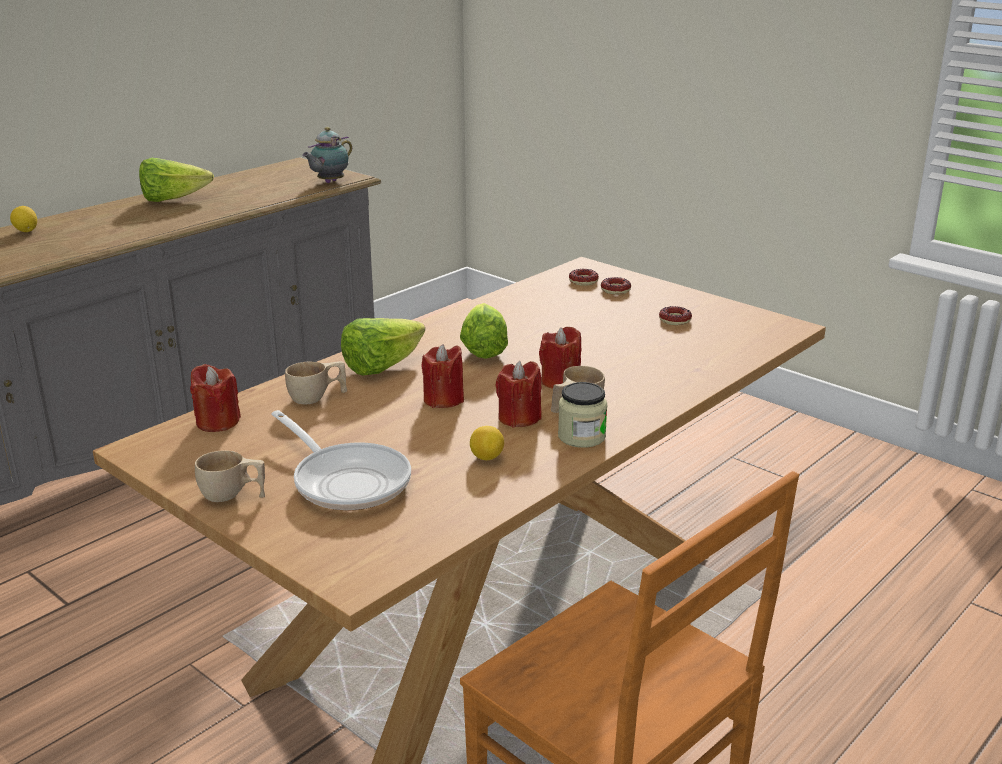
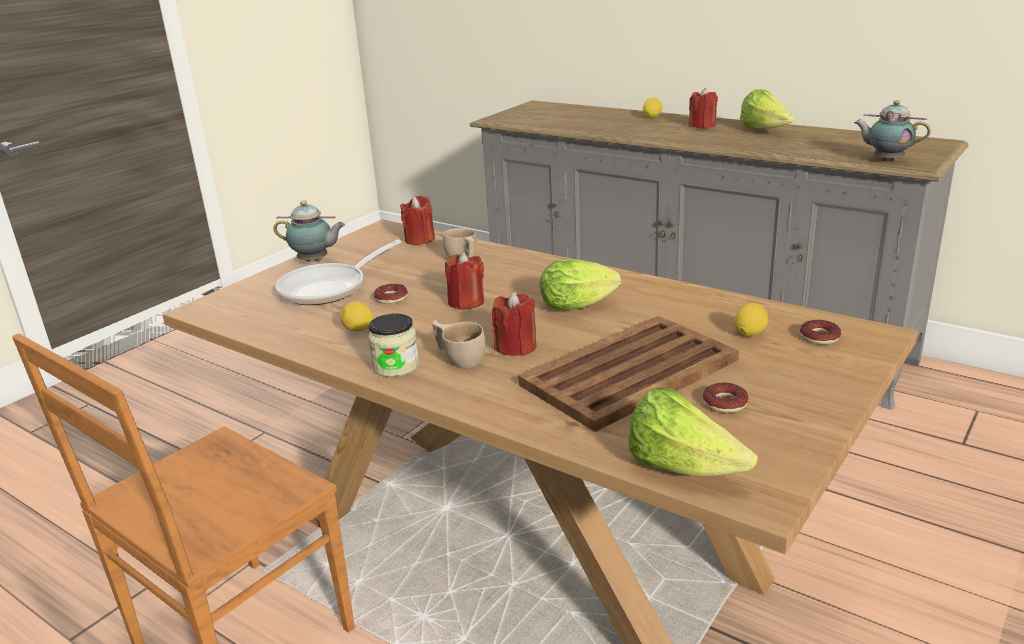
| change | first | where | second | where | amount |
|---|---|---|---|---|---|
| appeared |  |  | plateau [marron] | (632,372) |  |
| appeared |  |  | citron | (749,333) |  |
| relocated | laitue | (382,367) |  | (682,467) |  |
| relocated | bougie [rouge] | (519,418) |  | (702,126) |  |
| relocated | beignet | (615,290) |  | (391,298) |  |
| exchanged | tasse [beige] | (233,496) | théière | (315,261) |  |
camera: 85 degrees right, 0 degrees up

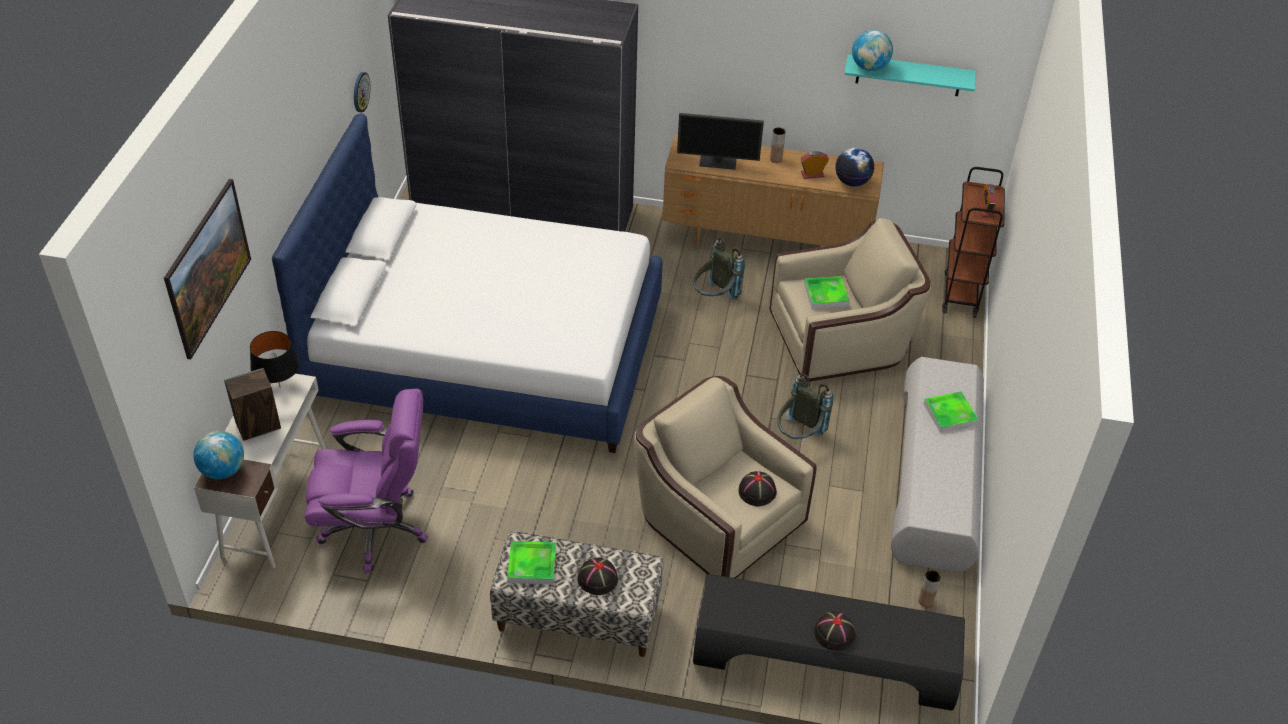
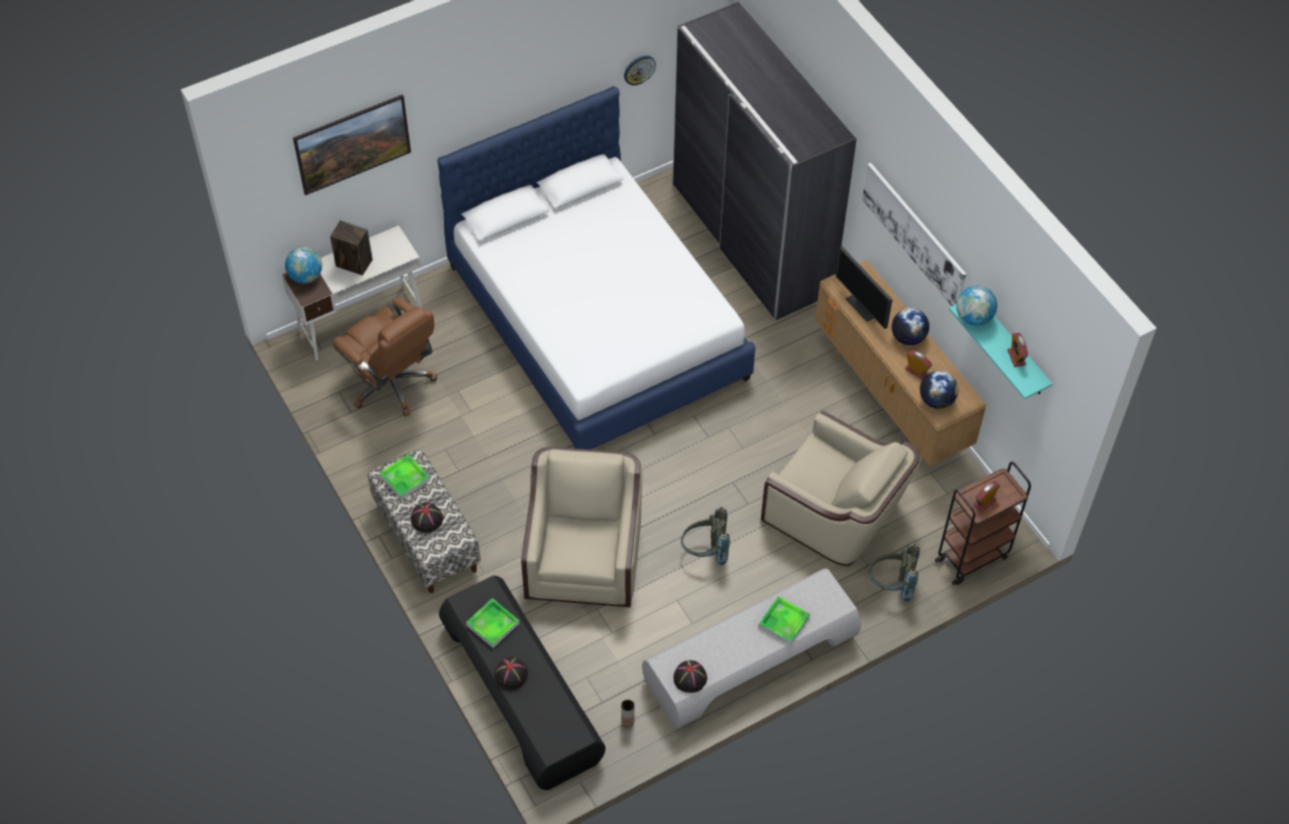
| change | first | where | second | where | amount |
|---|---|---|---|---|---|
| missing | lampe de table [noir] | (280,387) |  |  |  |
| appeared |  |  | tableau | (914,234) |  |
| appeared |  |  | réveil | (1016,357) |  |
| relocated | sac à dos [gris] | (714,298) |  | (891,585) |  |
| relocated | chapeau [noir] | (757,491) |  | (690,678) |  |
| relocated | plateau | (826,295) |  | (492,624) |  |
| exchanged | vase [marron] | (776,159) | globe | (908,337) |  |
| colour | chaise de bureau [violet] | (375,528) | chaise de bureau [marron] | (392,383) |  |
camera: 50 degrees right, 10 degrees up

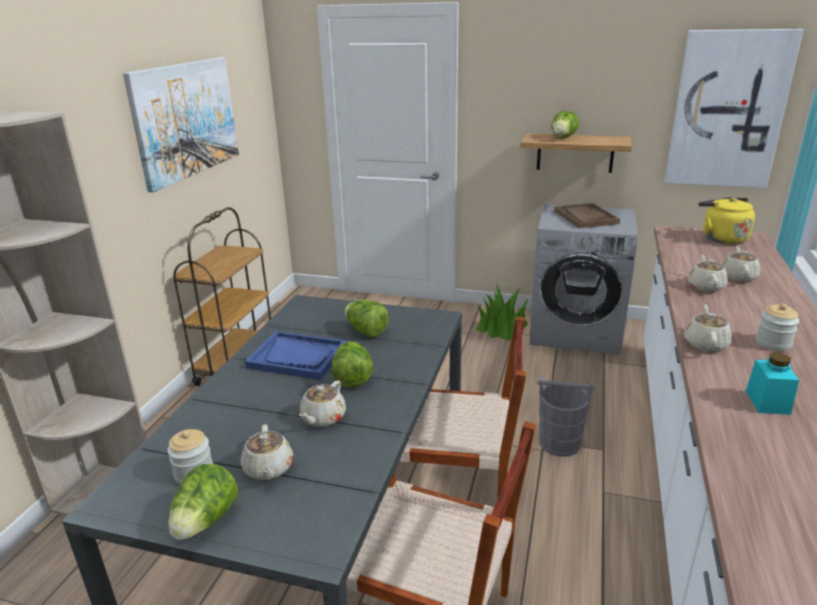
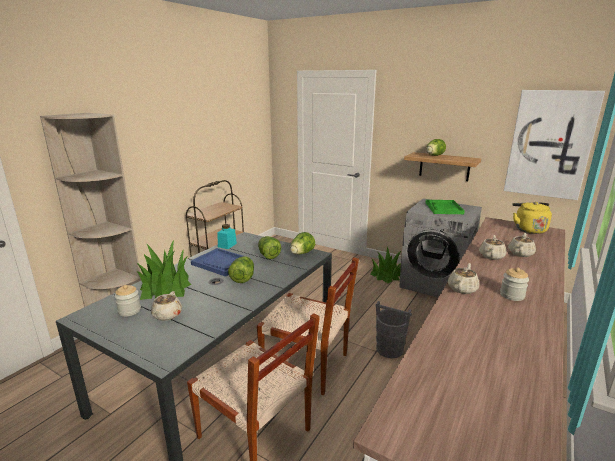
| change | first | where | second | where | amount |
|---|---|---|---|---|---|
| missing | tableau | (186,119) |  |  |  |
| missing | théière [beige] | (322,418) |  |  |  |
| appeared |  |  | plante en pot | (165,287) |  |
| relocated | laitue | (206,521) |  | (301,253) |  |
| relocated | bocal [turquoise] | (767,402) |  | (227,245) |  |
| colour | plateau [marron] | (585,217) | plateau [vert] | (443,208) |  |
camera: 15 degrees right, 5 degrees down

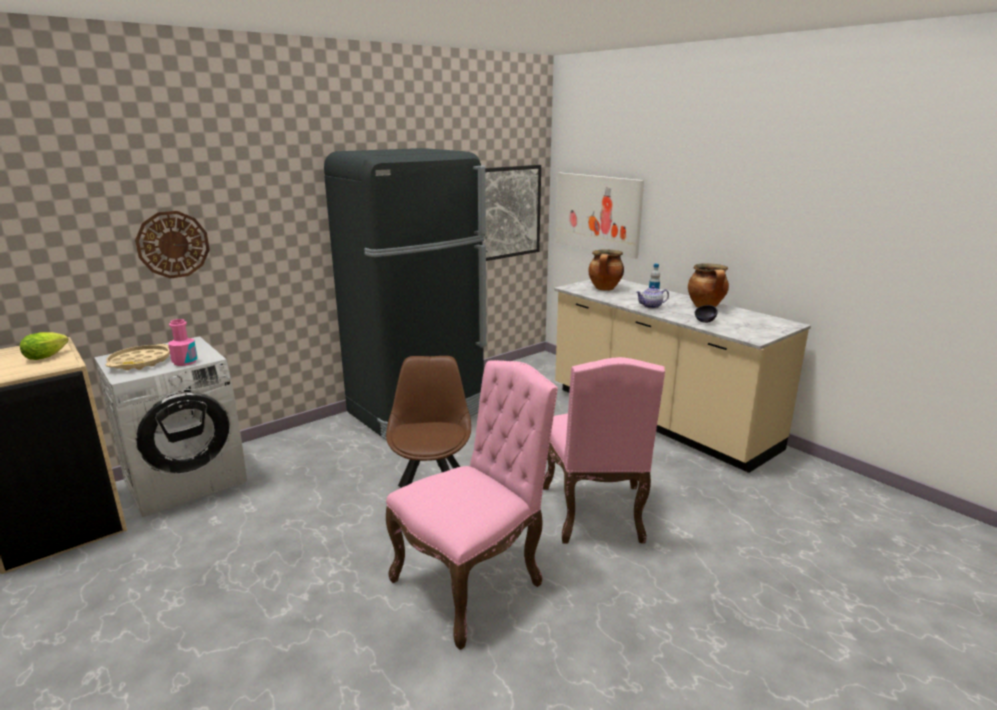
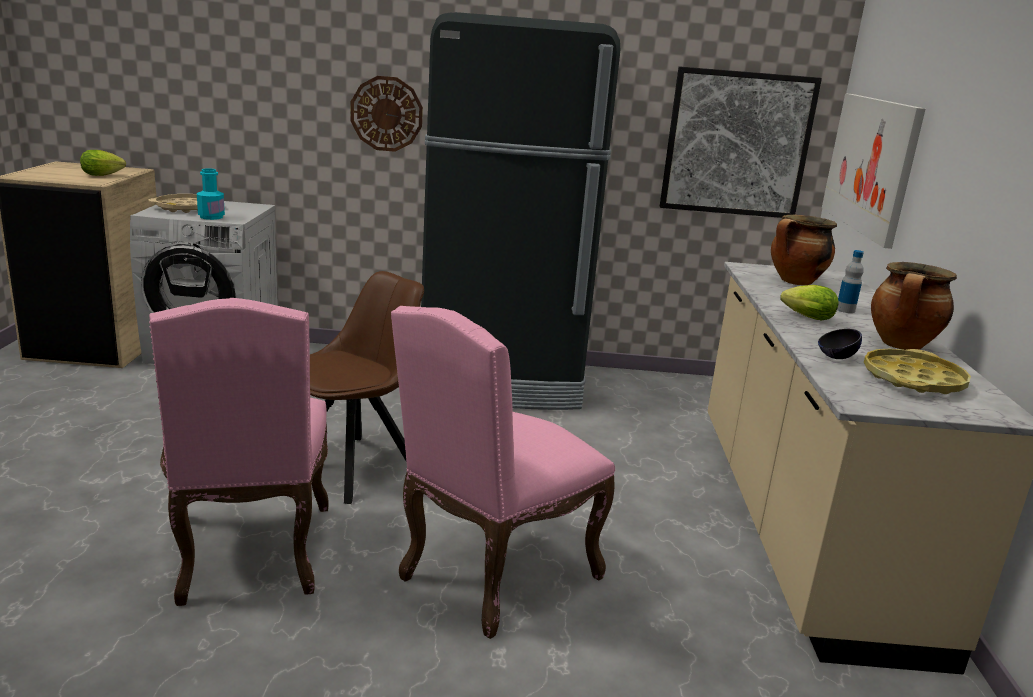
| change | first | where | second | where | amount |
|---|---|---|---|---|---|
| appeared |  |  | plateau [jaune] | (913,380) |  |
| relocated | horloge murale | (173,244) |  | (386,114) |  |
| exchanged | théière | (651,306) | laitue | (805,317) |  |
| colour | bouteille [rose] | (185,362) | bouteille [turquoise] | (211,217) |  |
| spun | chaise [rose] | (472,584) |  | (249,555) | 75 degrees clockwise |
camera: 40 degrees right, 0 degrees up

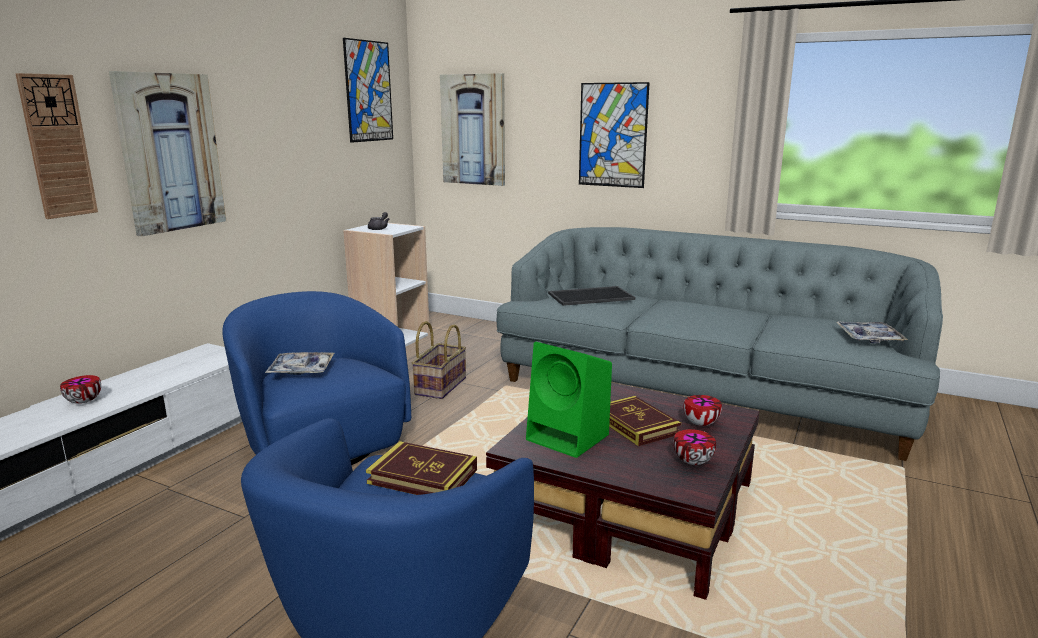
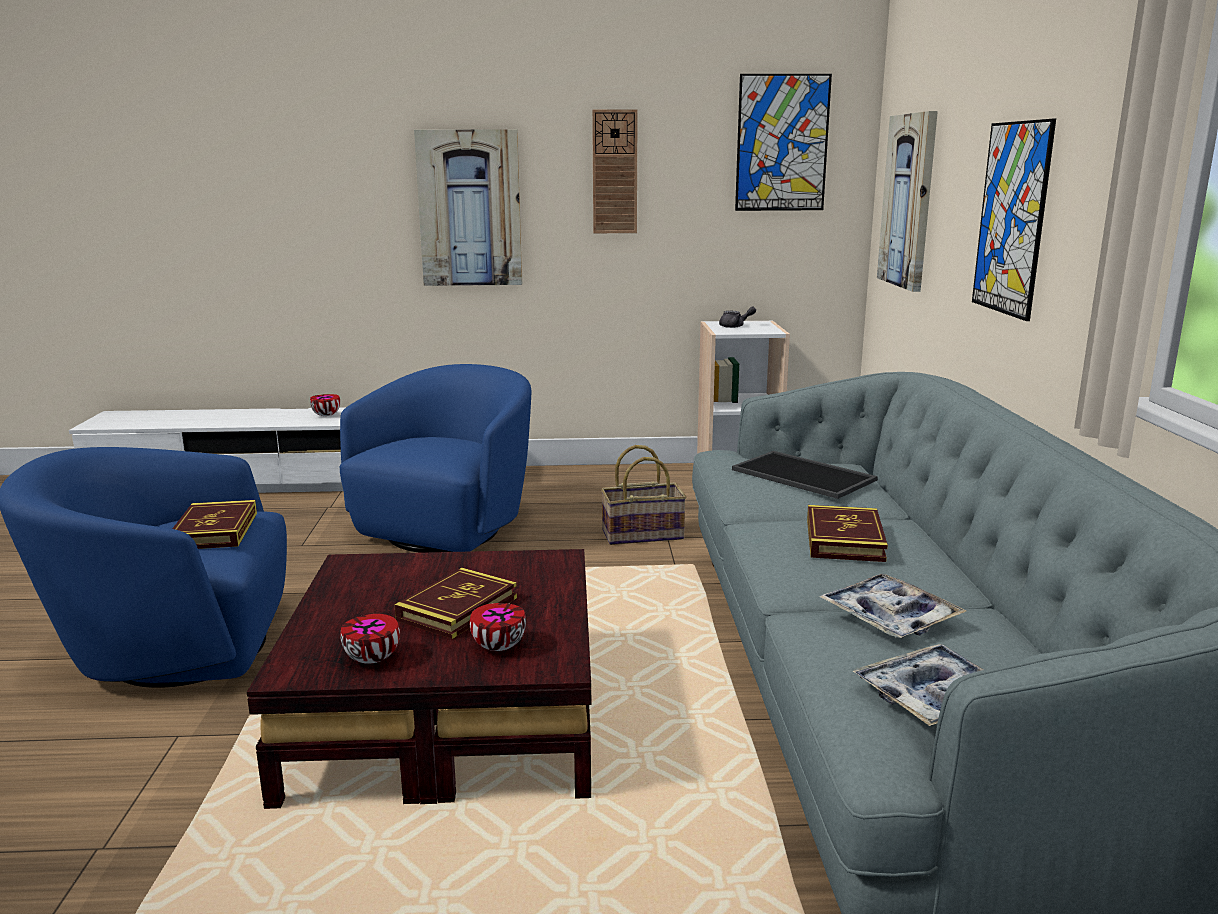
| change | first | where | second | where | amount |
|---|---|---|---|---|---|
| missing | enceinte [vert] | (570,438) |  |  |  |
| appeared |  |  | livre | (844,539) |  |
| relocated | horloge murale | (57,146) |  | (614,172) |  |
| relocated | plateau | (301,370) |  | (889,617) |  |
camera: 60 degrees right, 0 degrees up

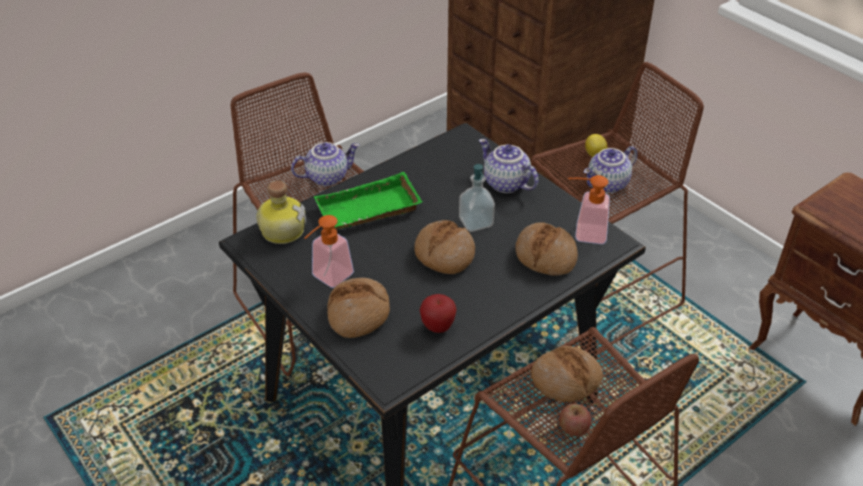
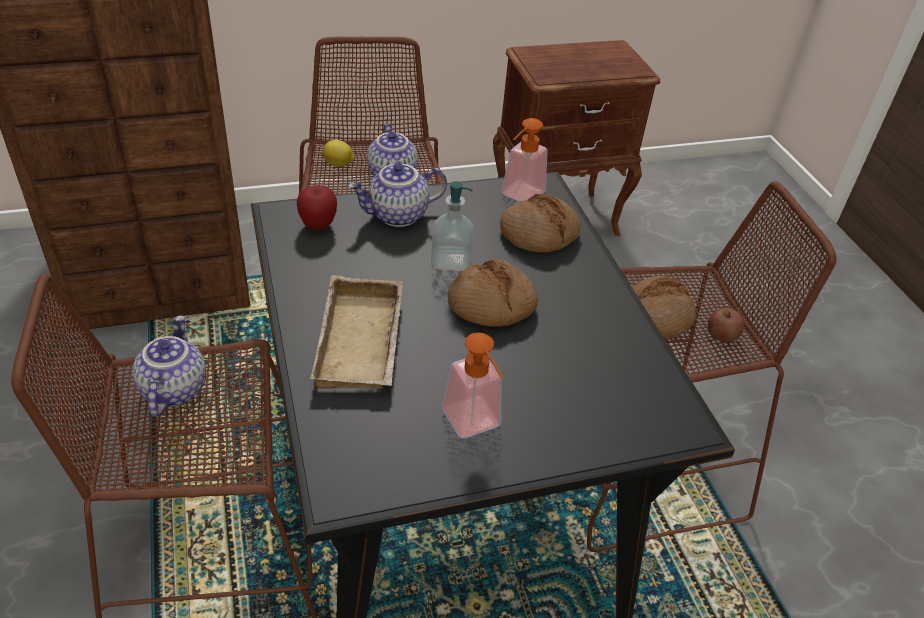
| change | first | where | second | where | amount |
|---|---|---|---|---|---|
| missing | bouteille | (282,230) |  |  |  |
| missing | pain | (358,314) |  |  |  |
| relocated | pomme | (438,327) |  | (318,225) |  |
| colour | plateau [vert] | (368,211) | plateau [beige] | (363,343) |  |
camera: 70 degrees left, 0 degrees up

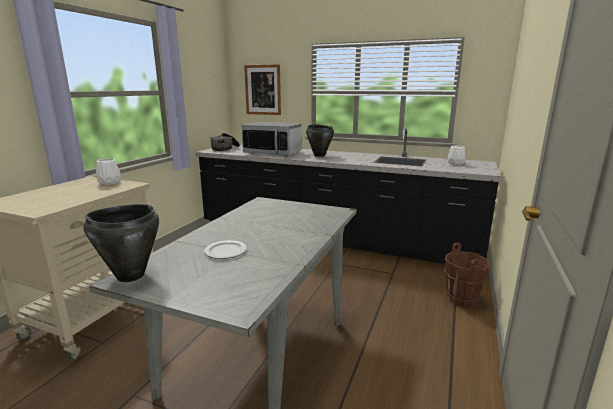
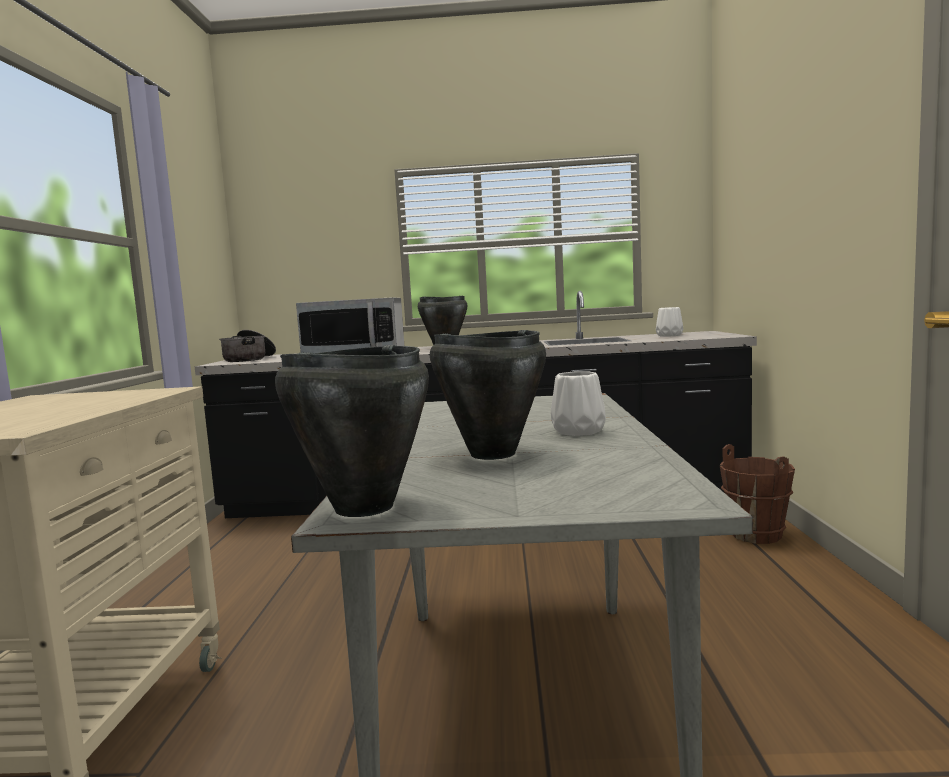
| change | first | where | second | where | amount |
|---|---|---|---|---|---|
| missing | tableau | (263,90) |  |  |  |
| relocated | vase [blanc] | (110,182) |  | (578,431) |  |
| exchanged | assiette | (225,251) | marmite [noir] | (491,454) |  |
camera: 20 degrees left, 10 degrees down

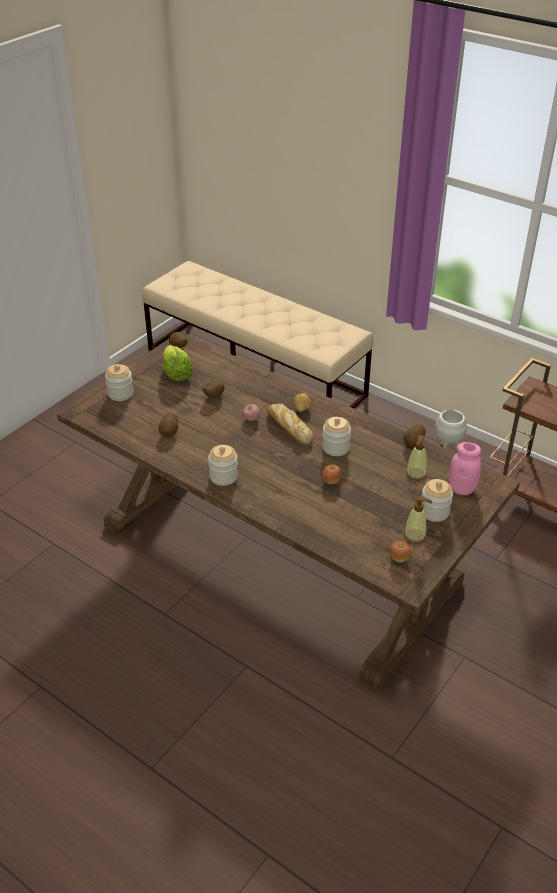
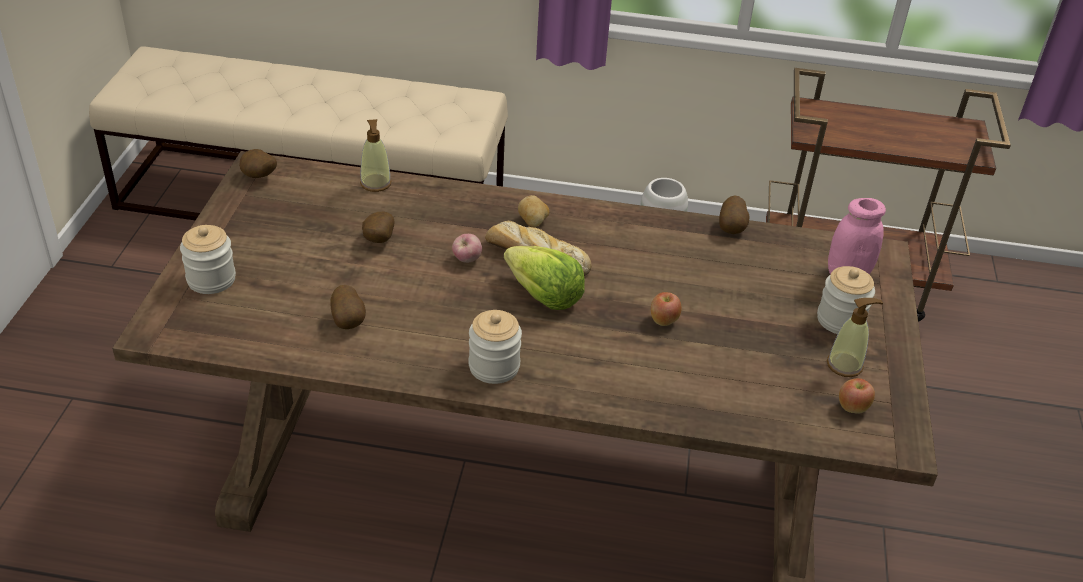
| change | first | where | second | where | amount |
|---|---|---|---|---|---|
| missing | bocal | (335,448) |  |  |  |
| relocated | laitue | (176,373) |  | (543,296) |  |
| relocated | distributeur de savon | (416,474) |  | (375,183) |  |
camera: 30 degrees left, 0 degrees up

